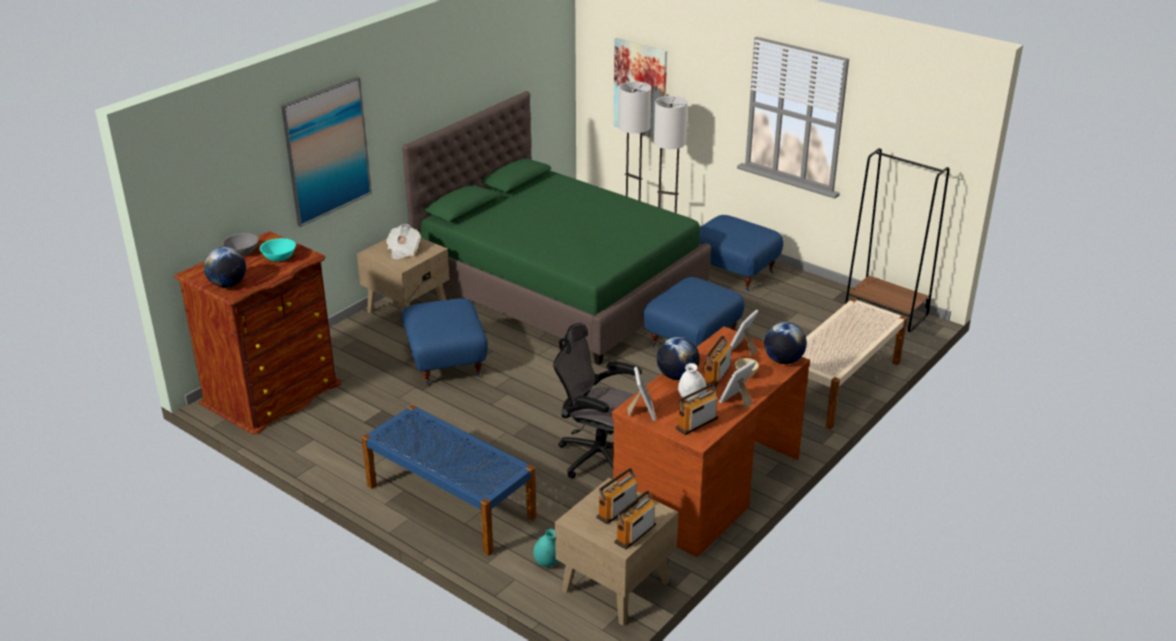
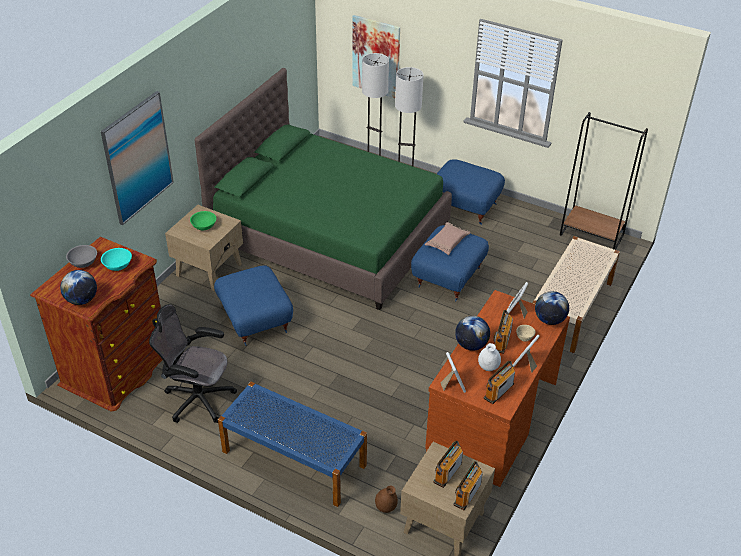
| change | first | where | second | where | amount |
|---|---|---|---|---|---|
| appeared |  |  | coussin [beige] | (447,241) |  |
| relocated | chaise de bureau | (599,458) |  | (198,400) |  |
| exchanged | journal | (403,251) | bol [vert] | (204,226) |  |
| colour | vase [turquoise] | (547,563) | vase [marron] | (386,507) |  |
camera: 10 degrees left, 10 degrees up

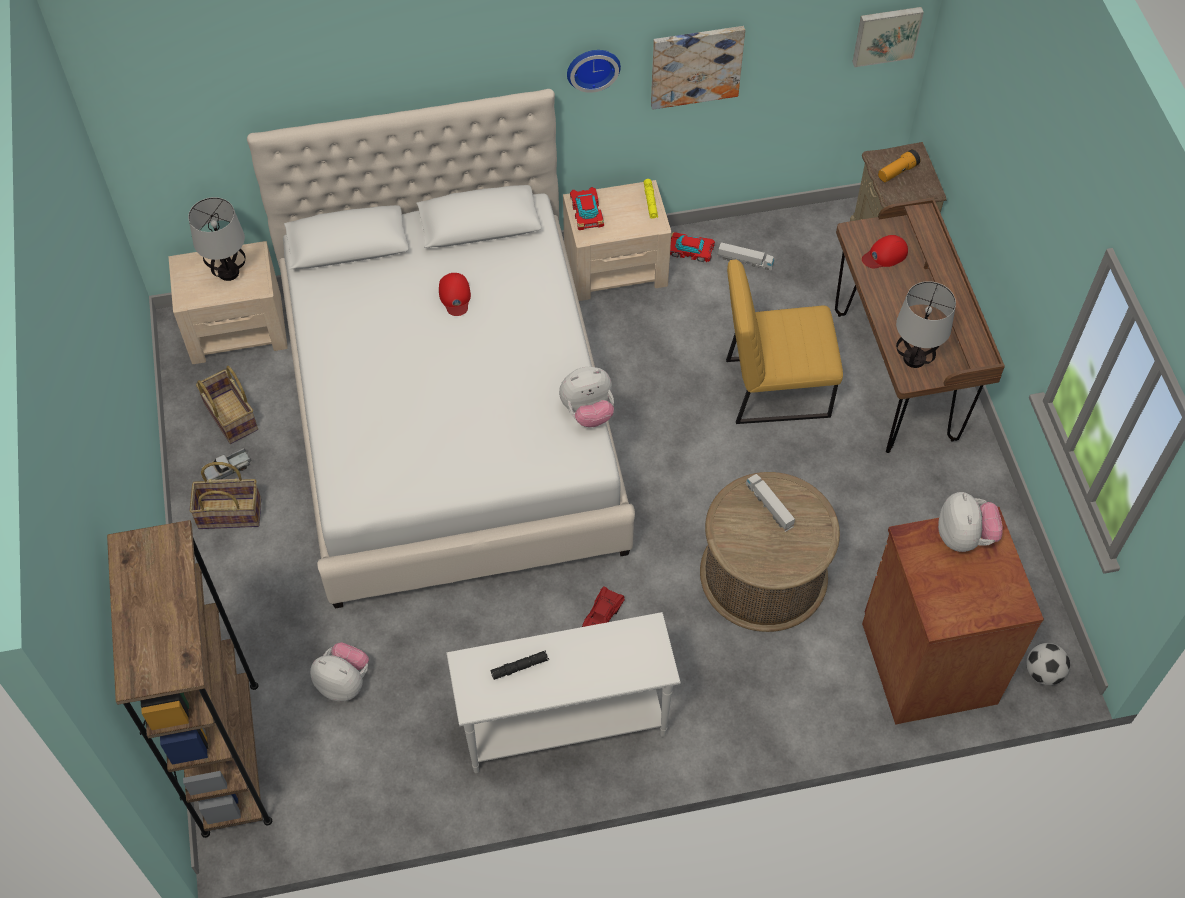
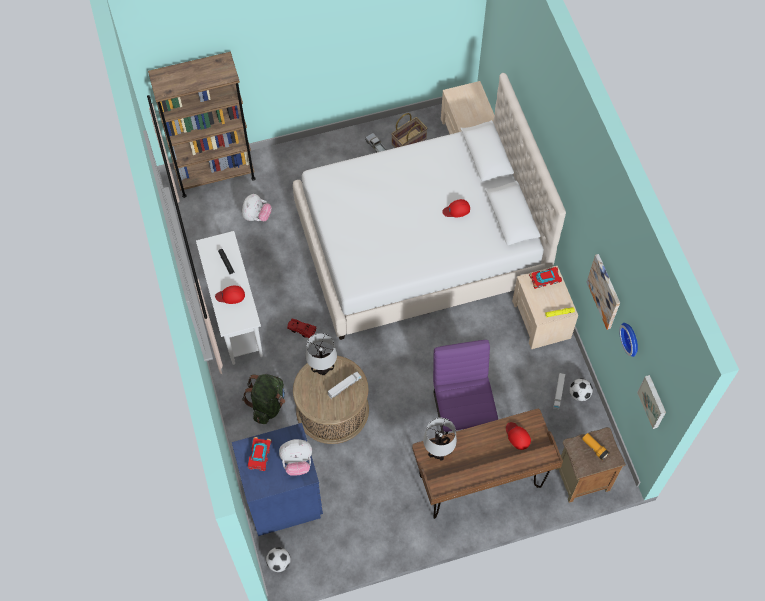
| change | first | where | second | where | amount |
|---|---|---|---|---|---|
| missing | panier | (230,513) |  |  |  |
| missing | peluche | (588,411) |  |  |  |
| appeared |  |  | casquette [rouge] | (230,296) |  |
| appeared |  |  | sac à dos [vert] | (268,404) |  |
| appeared |  |  | ballon de foot | (579,394) |  |
| relocated | lampe de table | (229,273) |  | (322,369) |  |
| relocated | horloge murale | (592,67) |  | (631,338) |  |
| relocated | petite voiture | (690,251) |  | (259,455) |  |
| colour | chaise [jaune] | (773,387) | chaise [violet] | (462,412) |  |
| colour | commode [marron] | (927,662) | commode [bleu] | (282,498) |  |
camera: 85 degrees right, 5 degrees up

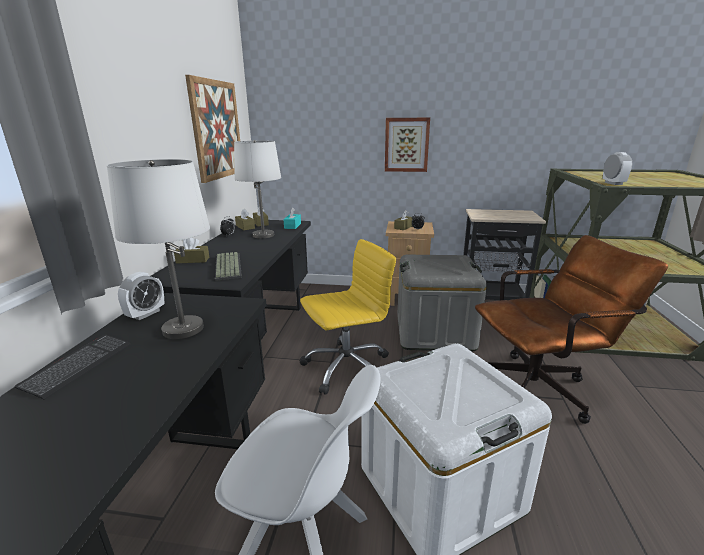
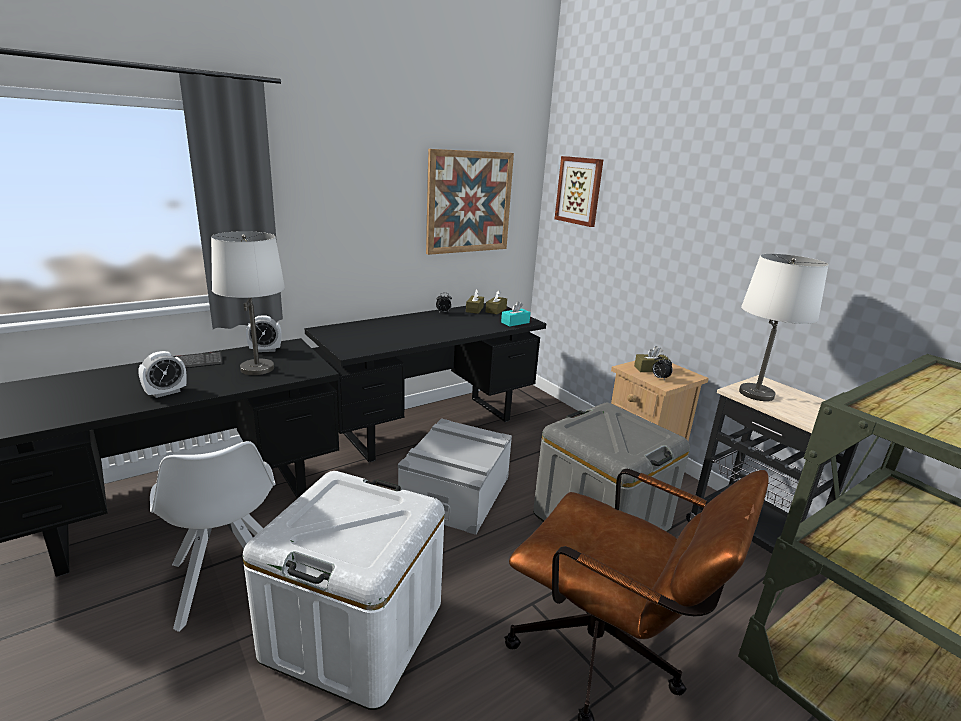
| change | first | where | second | where | amount |
|---|---|---|---|---|---|
| missing | boîte à mouchoirs [marron] | (193,260) |  |  |  |
| missing | clavier | (227,266) |  |  |  |
| relocated | lampe de table [blanc] | (264,235) |  | (757,394) |  |
| relocated | tableau | (406,145) |  | (579,191) |  |
| relocated | réveil | (613,183) |  | (166,392) |  |
| exchanged | chaise de bureau [jaune] | (347,367) | boîte de rangement [gris] | (456,494) |  |
camera: 45 degrees right, 0 degrees up

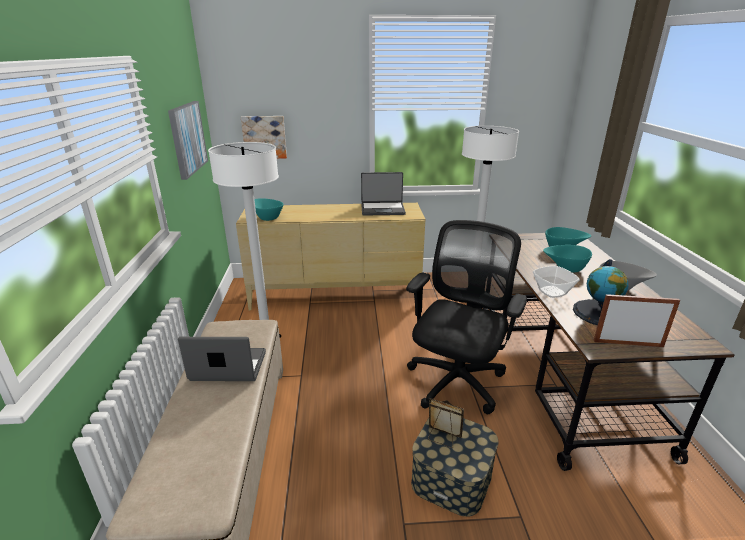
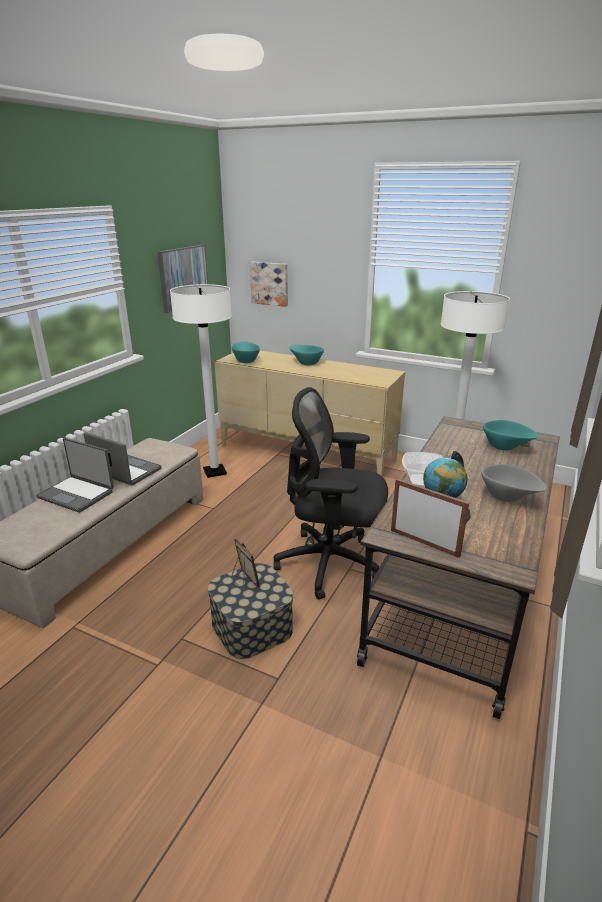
| change | first | where | second | where | amount |
|---|---|---|---|---|---|
| relocated | ordinateur portable | (382,209) |  | (77,494) |  |
| relocated | bol [turquoise] | (565,268) |  | (306,363) |  |
| spun | chaise de bureau [noir] | (455,386) |  | (335,562) | 135 degrees counterclockwise |
camera: 30 degrees right, 0 degrees up

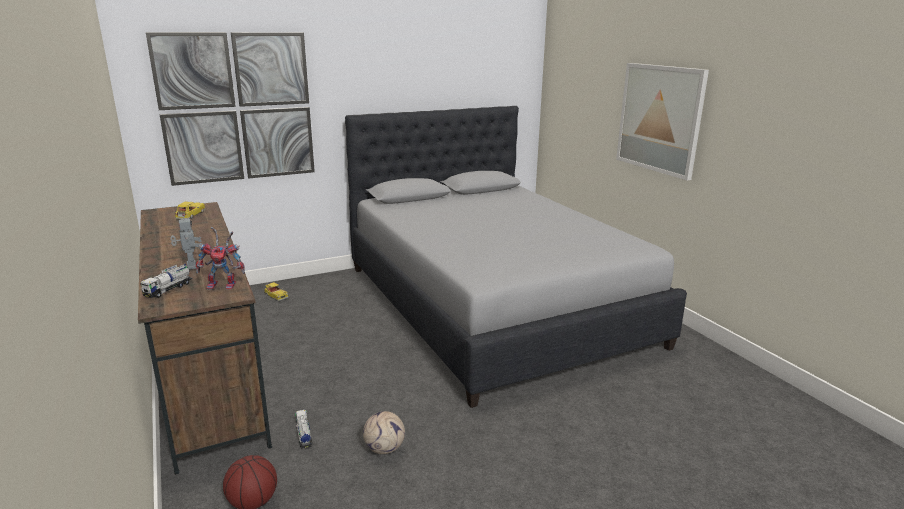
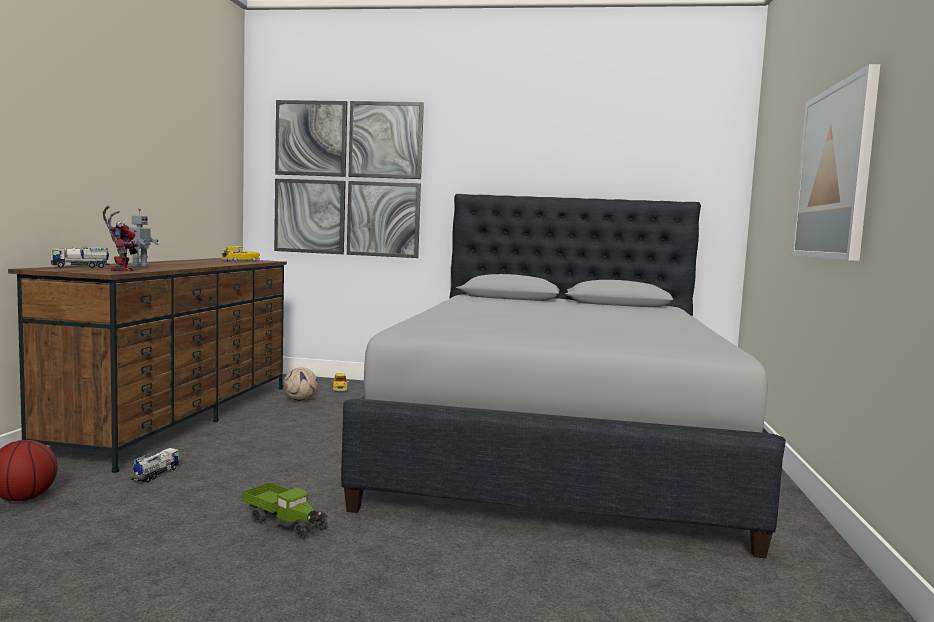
| change | first | where | second | where | amount |
|---|---|---|---|---|---|
| appeared |  |  | camion jouet | (284,523) |  |
| relocated | ballon de foot | (385,448) |  | (301,400) |  |
| spun | robot jouet | (225,285) |  | (120,270) | 135 degrees counterclockwise |
camera: 35 degrees right, 15 degrees down

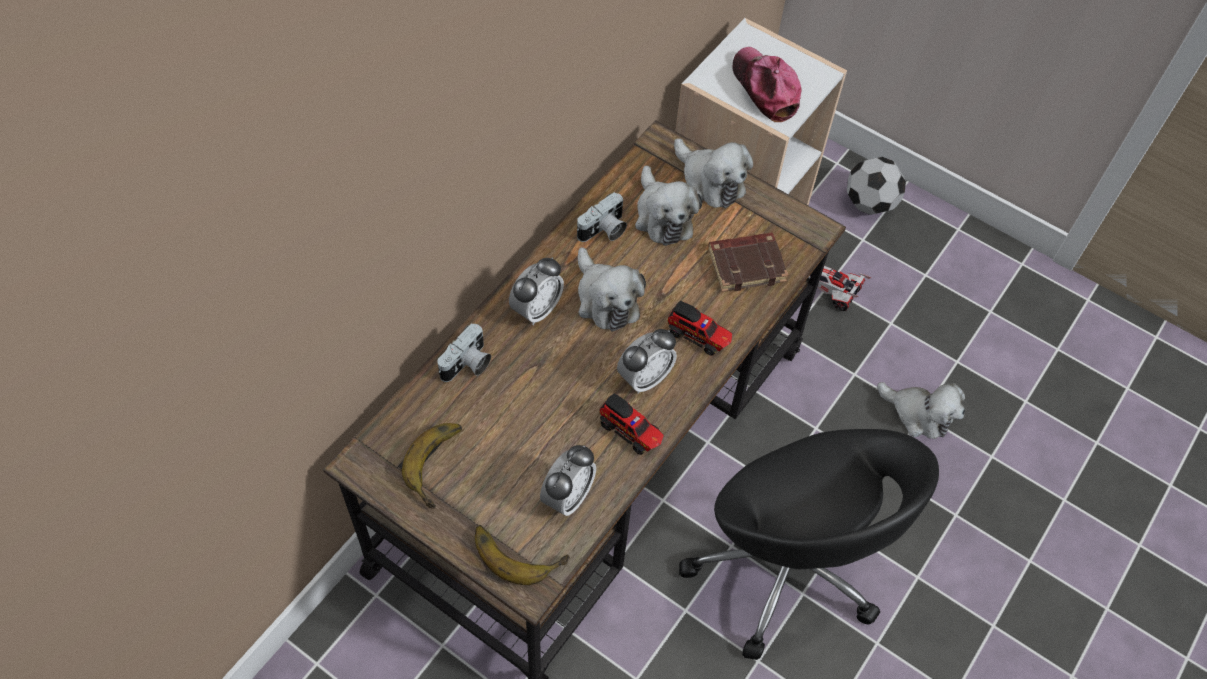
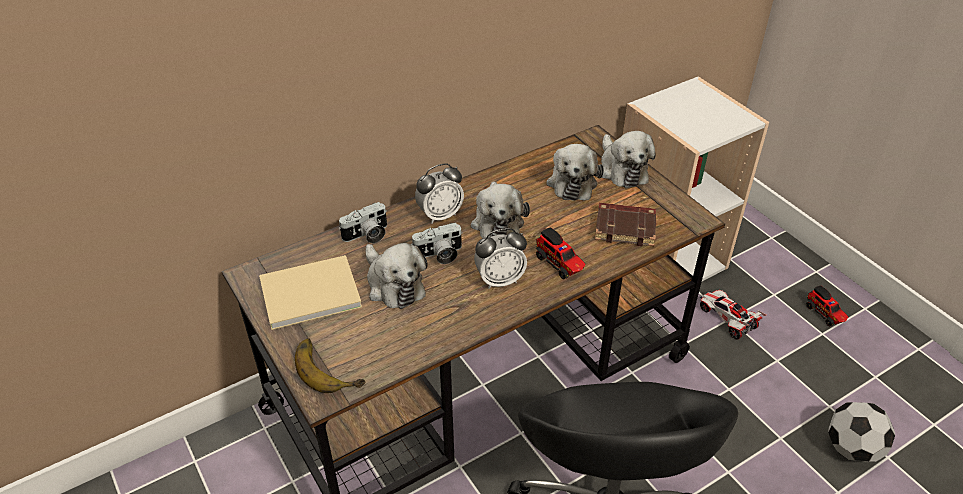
| change | first | where | second | where | amount |
|---|---|---|---|---|---|
| missing | réveil | (567,497) |  |  |  |
| missing | casquette | (765,88) |  |  |  |
| relocated | appareil photo | (604,231) |  | (439,255) |  |
| relocated | camion jouet | (631,432) |  | (825,314) |  |
| relocated | ballon de foot | (869,203) |  | (851,448) |  |
| relocated | peluche | (919,414) |  | (393,284) |  |
| exchanged | banane | (441,465) | livre [beige] | (307,292) |  |
camera: 25 degrees right, 15 degrees down

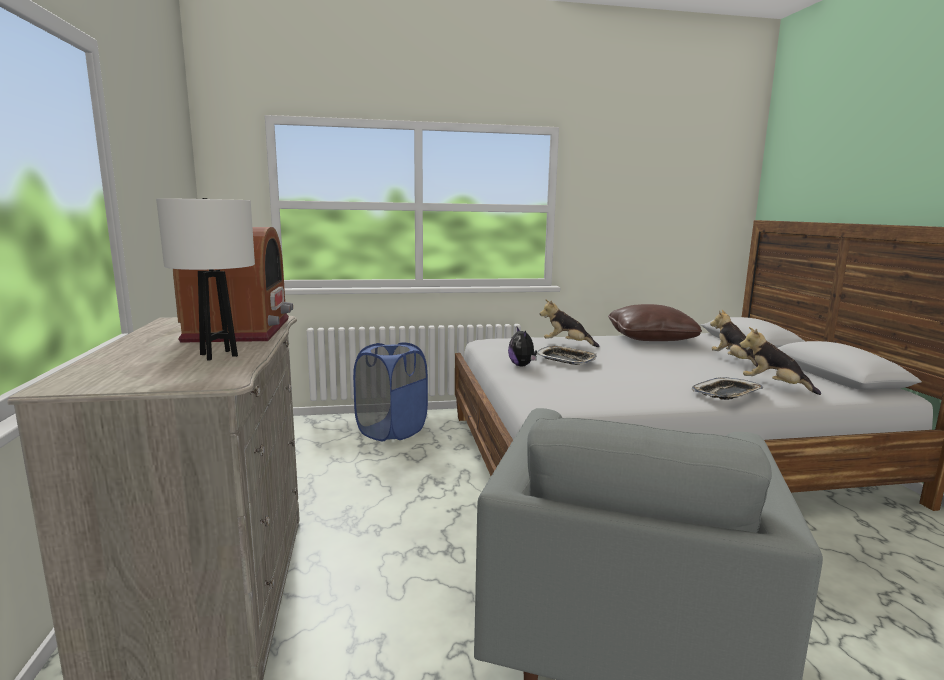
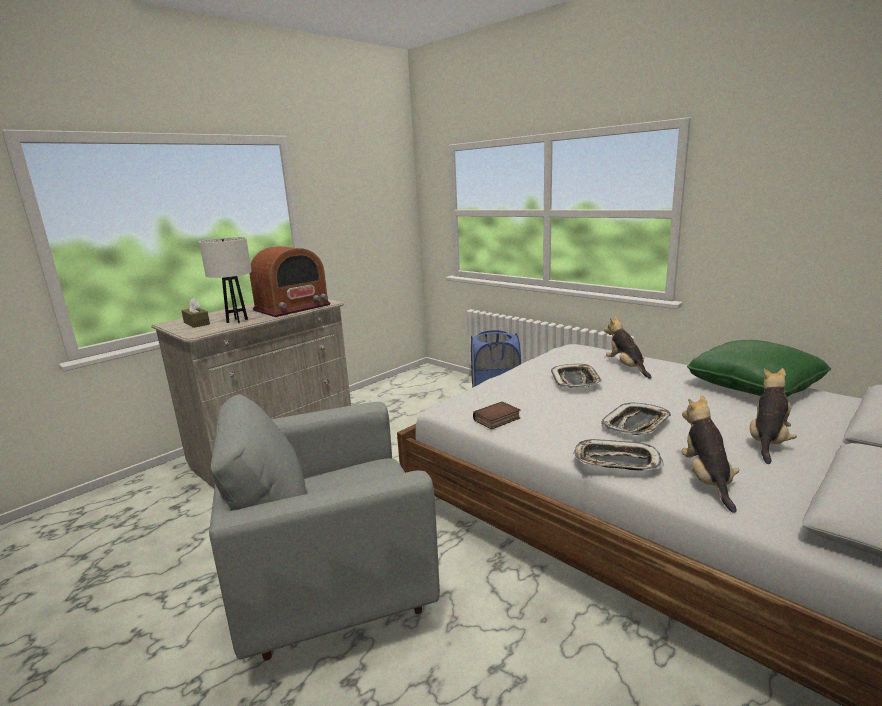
| change | first | where | second | where | amount |
|---|---|---|---|---|---|
| missing | peluche | (522,365) |  |  |  |
| appeared |  |  | boîte à mouchoirs [marron] | (196,323) |  |
| appeared |  |  | livre | (497,420) |  |
| appeared |  |  | plateau | (636,424) |  |
| colour | coussin [marron] | (650,338) | coussin [vert] | (753,386) |  |
camera: 55 degrees right, 5 degrees up

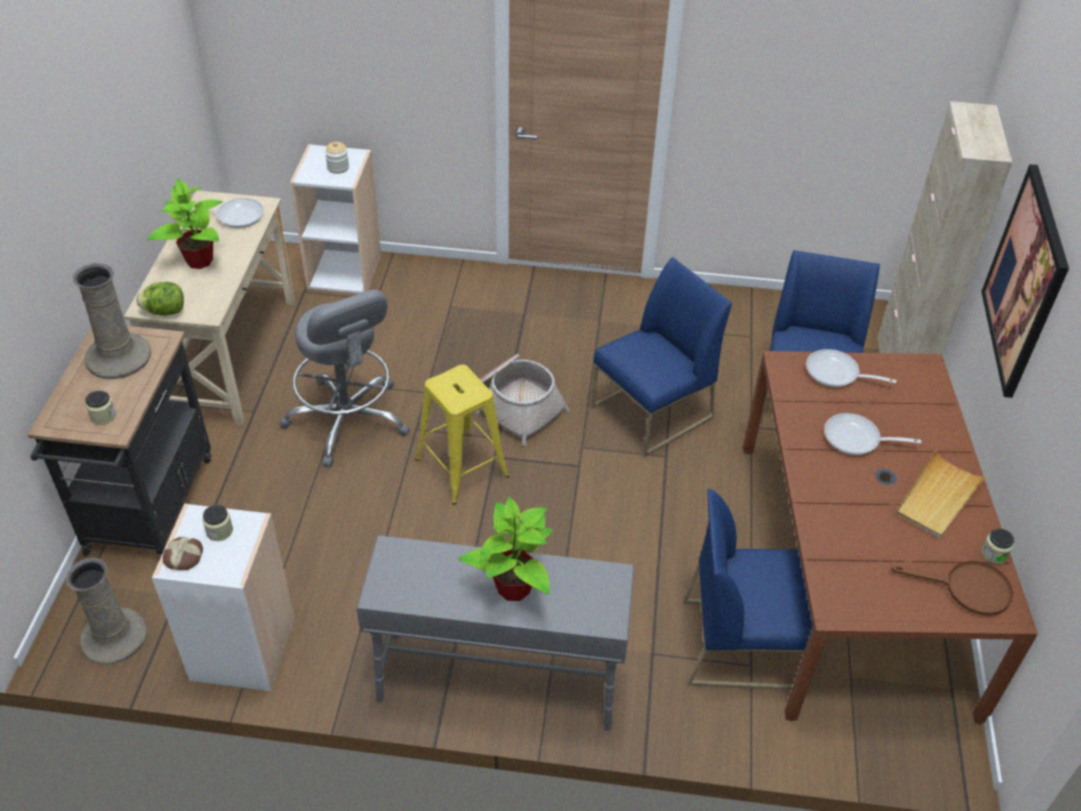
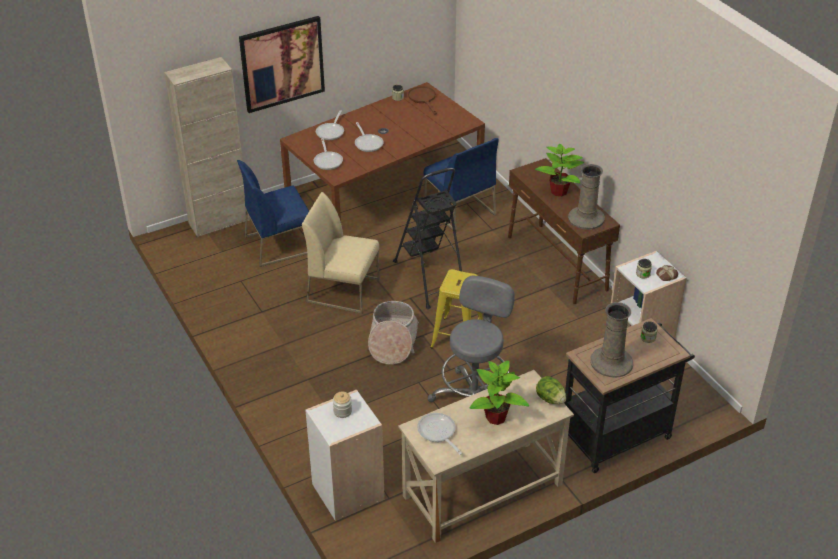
| change | first | where | second | where | amount |
|---|---|---|---|---|---|
| missing | plateau [beige] | (938,497) |  |  |  |
| appeared |  |  | poêle | (331,132) |  |
| appeared |  |  | escabeau | (429,279) |  |
| relocated | vase [beige] | (114,637) |  | (586,218) |  |
| colour | table console [gris] | (498,679) | table console [marron] | (556,263) |  |
| colour | chaise [bleu] | (652,413) | chaise [beige] | (344,290) |  |
camera: 125 degrees left, 5 degrees down

